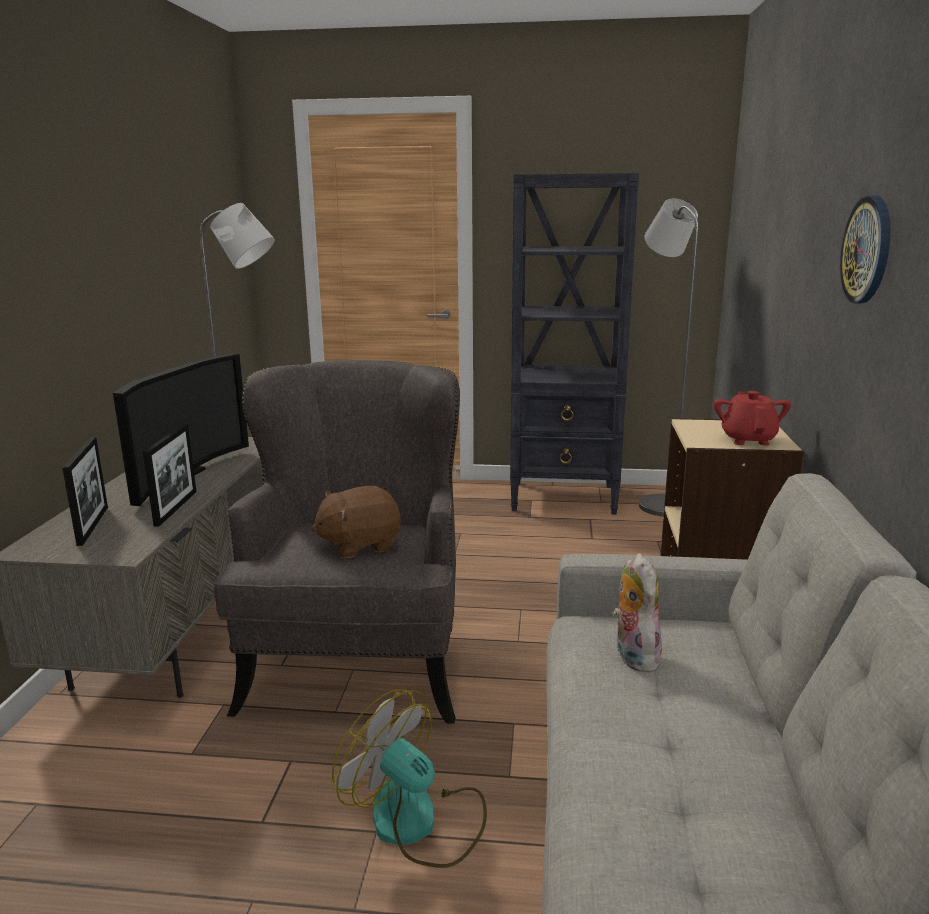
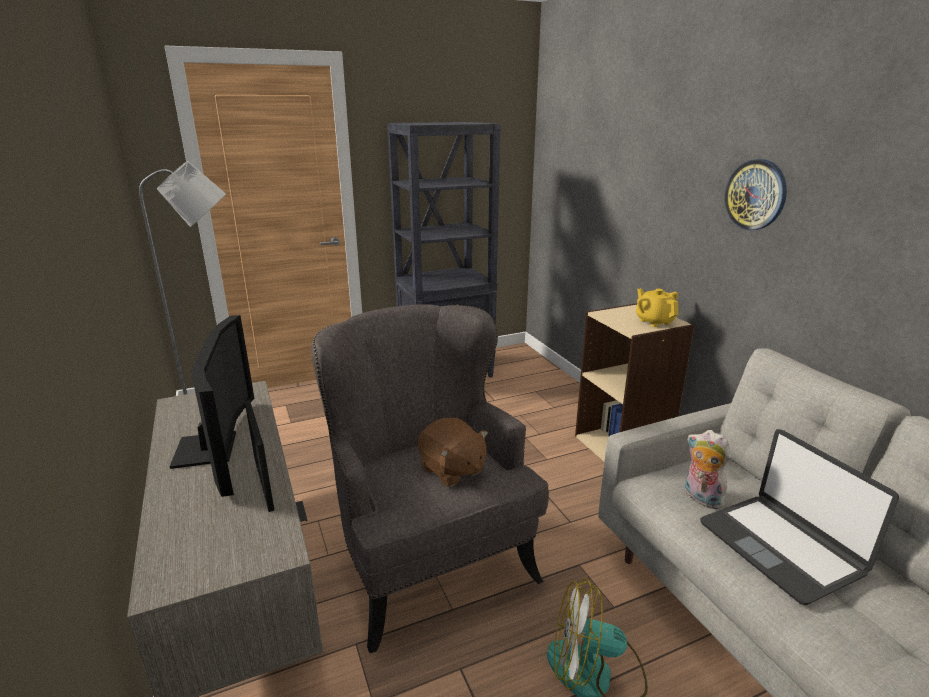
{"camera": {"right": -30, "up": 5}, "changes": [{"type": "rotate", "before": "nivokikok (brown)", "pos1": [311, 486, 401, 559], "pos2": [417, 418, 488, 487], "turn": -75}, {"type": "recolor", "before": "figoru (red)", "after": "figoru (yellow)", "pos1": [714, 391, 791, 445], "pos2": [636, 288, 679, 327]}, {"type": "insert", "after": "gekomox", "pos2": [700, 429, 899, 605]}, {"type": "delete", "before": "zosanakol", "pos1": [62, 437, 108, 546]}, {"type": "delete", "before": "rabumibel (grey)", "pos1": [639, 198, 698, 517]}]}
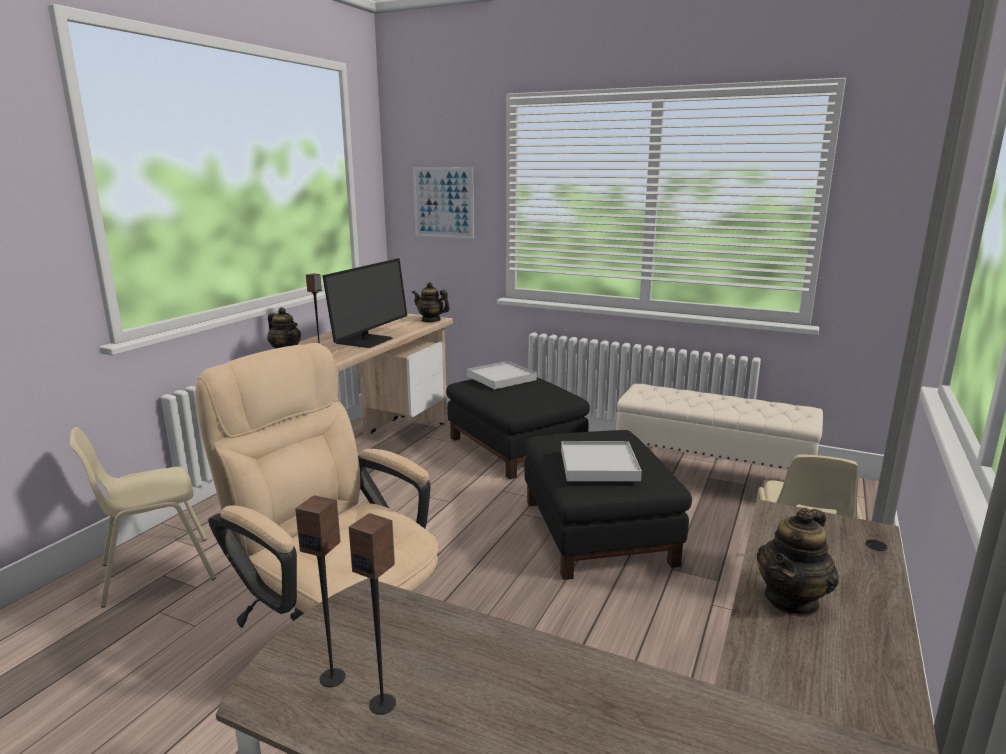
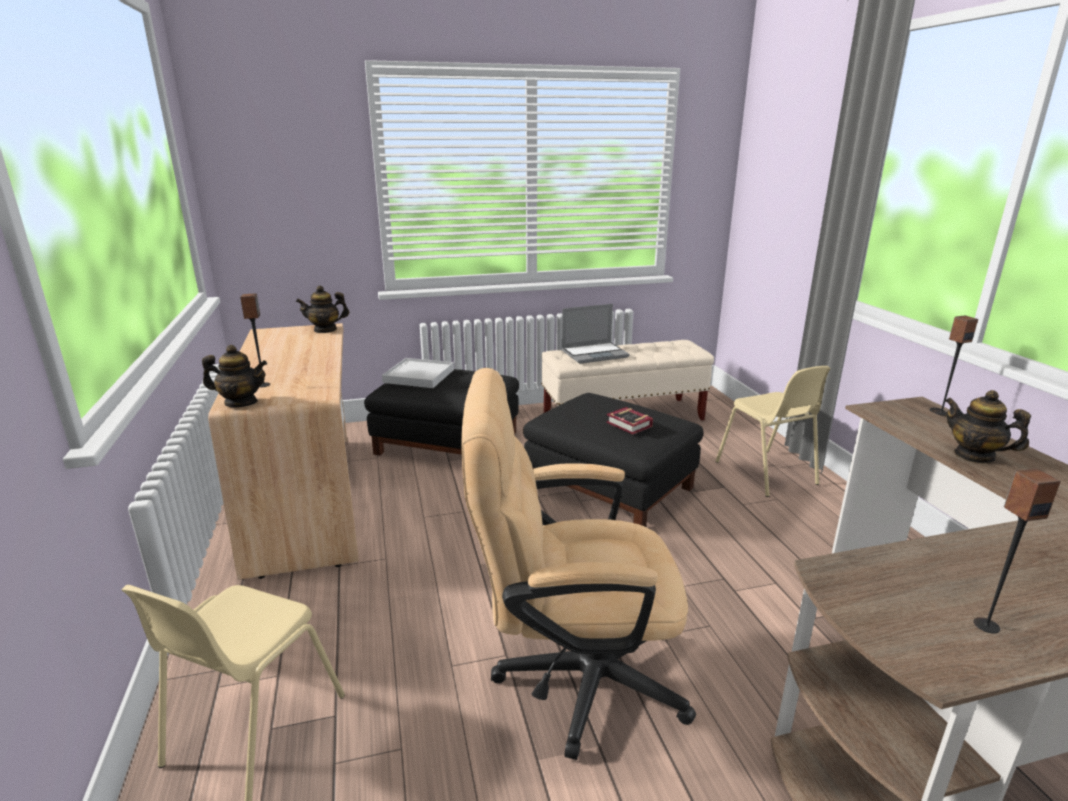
{"camera": {"right": -40, "up": 5}, "changes": [{"type": "insert", "after": "gekomox", "pos2": [561, 304, 630, 364]}, {"type": "replace", "before": "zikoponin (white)", "after": "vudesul", "pos1": [561, 441, 642, 481], "pos2": [606, 407, 653, 434]}, {"type": "move", "before": "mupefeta", "pos1": [295, 495, 346, 687], "pos2": [934, 316, 978, 416]}, {"type": "rotate", "before": "figoru", "pos1": [757, 508, 839, 617], "pos2": [945, 390, 1031, 464], "turn": 135}, {"type": "delete", "before": "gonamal", "pos1": [322, 258, 407, 348]}, {"type": "delete", "before": "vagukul", "pos1": [413, 167, 474, 239]}]}
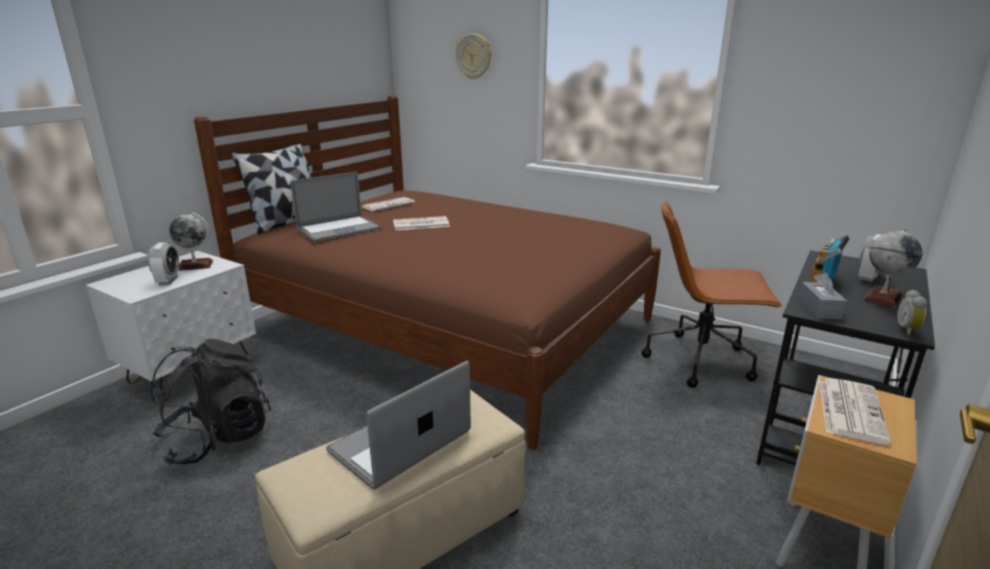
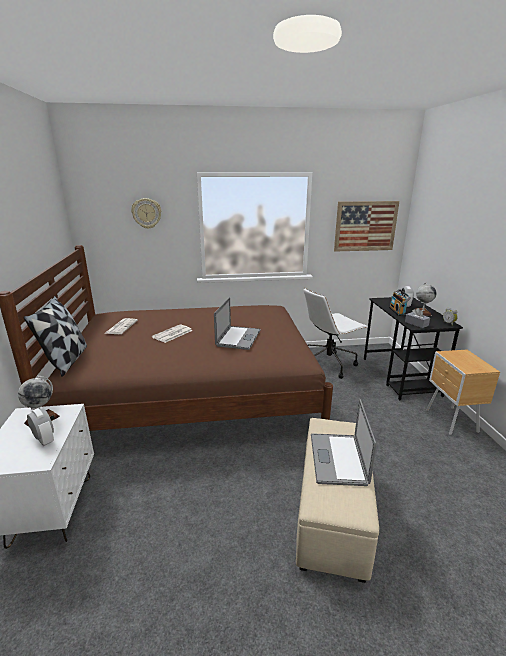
{"camera": {"right": -40, "up": 0}, "changes": [{"type": "move", "before": "gekomox", "pos1": [290, 172, 381, 242], "pos2": [214, 297, 261, 350]}, {"type": "recolor", "before": "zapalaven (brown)", "after": "zapalaven (white)", "pos1": [641, 201, 782, 388], "pos2": [304, 288, 367, 379]}, {"type": "insert", "after": "vagukul", "pos2": [334, 201, 399, 252]}, {"type": "delete", "before": "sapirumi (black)", "pos1": [150, 339, 271, 465]}, {"type": "delete", "before": "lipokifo", "pos1": [819, 378, 891, 445]}]}
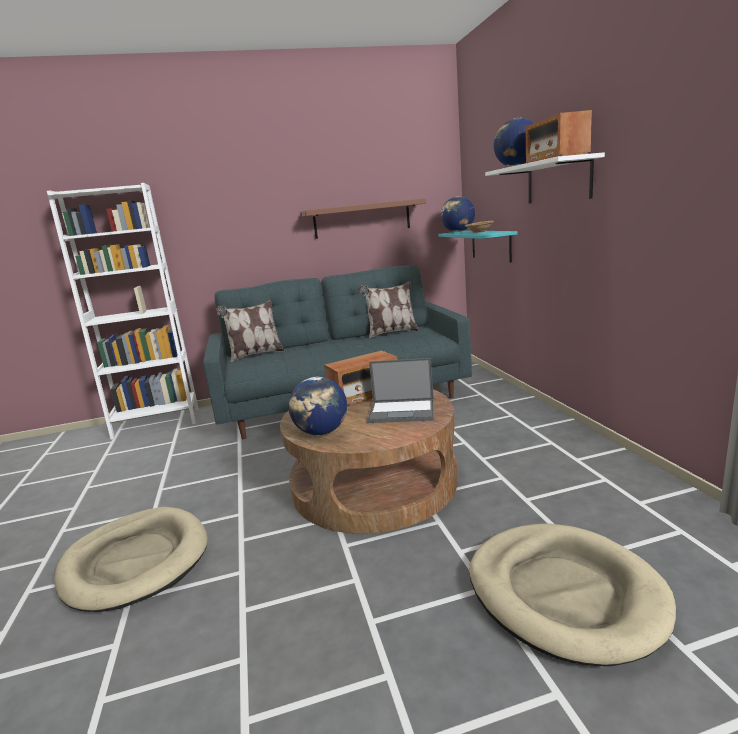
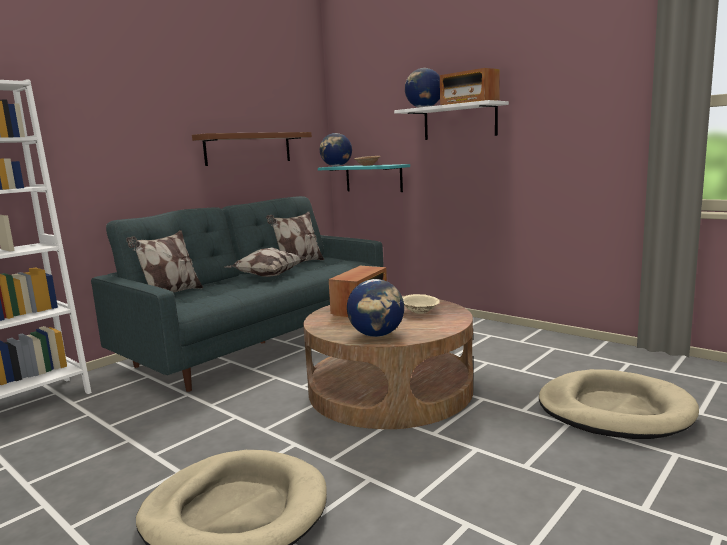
{"camera": {"right": -35, "up": -5}, "changes": [{"type": "insert", "after": "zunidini", "pos2": [225, 247, 307, 277]}, {"type": "replace", "before": "gekomox", "after": "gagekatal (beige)", "pos1": [367, 358, 434, 423], "pos2": [402, 294, 440, 314]}]}
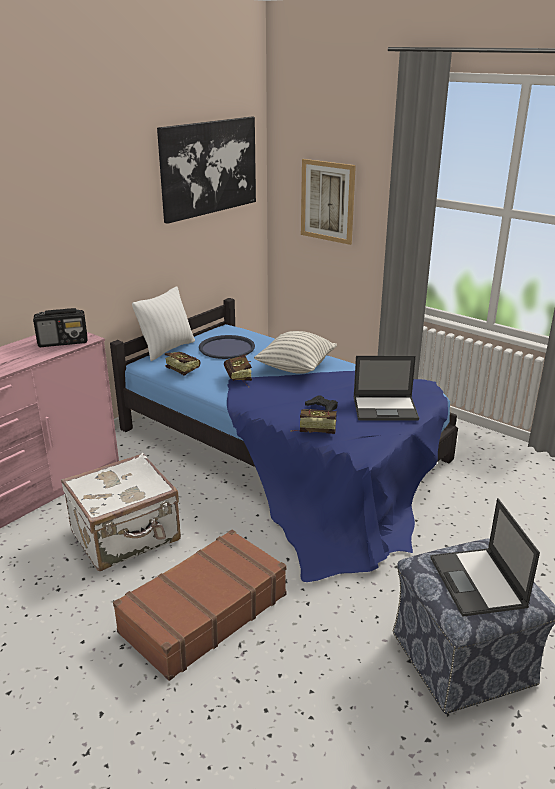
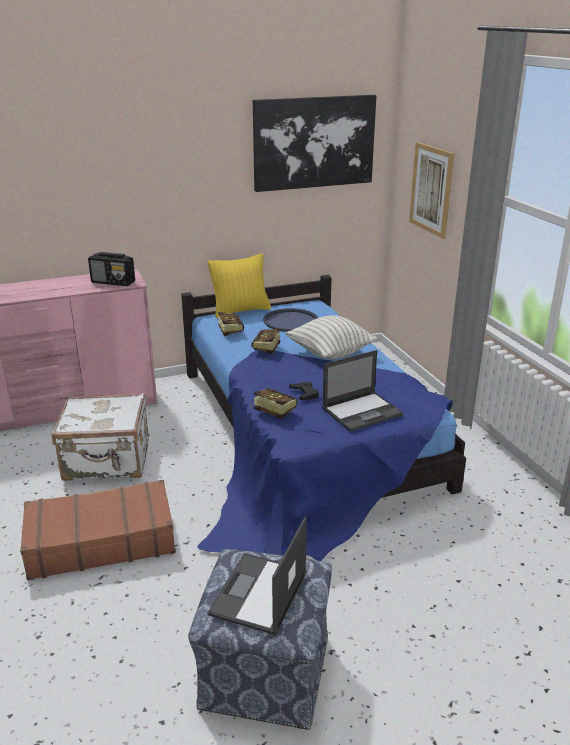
{"camera": {"right": 30, "up": 0}, "changes": [{"type": "recolor", "before": "zunidini (white)", "after": "zunidini (yellow)", "pos1": [132, 286, 195, 361], "pos2": [208, 254, 271, 318]}, {"type": "rotate", "before": "gekomox", "pos1": [354, 356, 419, 421], "pos2": [322, 350, 403, 432], "turn": -60}]}
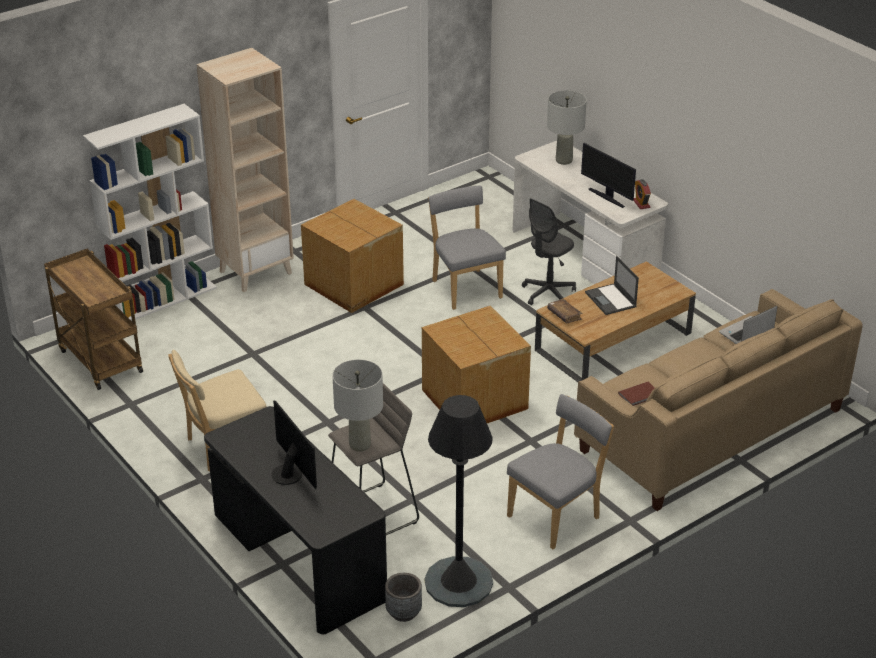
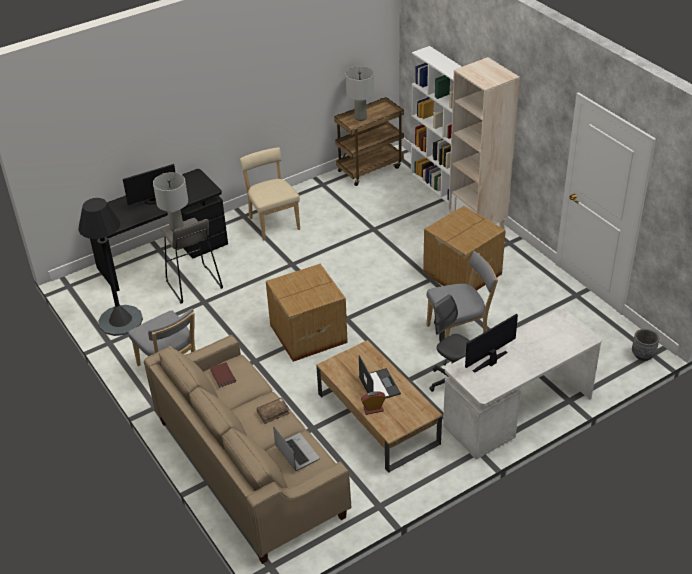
{"camera": {"right": 95, "up": 5}, "changes": [{"type": "move", "before": "vudesul (brown)", "pos1": [547, 299, 583, 323], "pos2": [257, 398, 290, 424]}, {"type": "move", "before": "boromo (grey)", "pos1": [547, 90, 587, 165], "pos2": [346, 66, 374, 121]}, {"type": "rotate", "before": "gekomox", "pos1": [585, 256, 639, 315], "pos2": [359, 355, 401, 399], "turn": 90}, {"type": "move", "before": "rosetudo", "pos1": [633, 179, 651, 209], "pos2": [361, 391, 386, 415]}, {"type": "move", "before": "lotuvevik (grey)", "pos1": [385, 573, 422, 622], "pos2": [632, 329, 659, 361]}]}
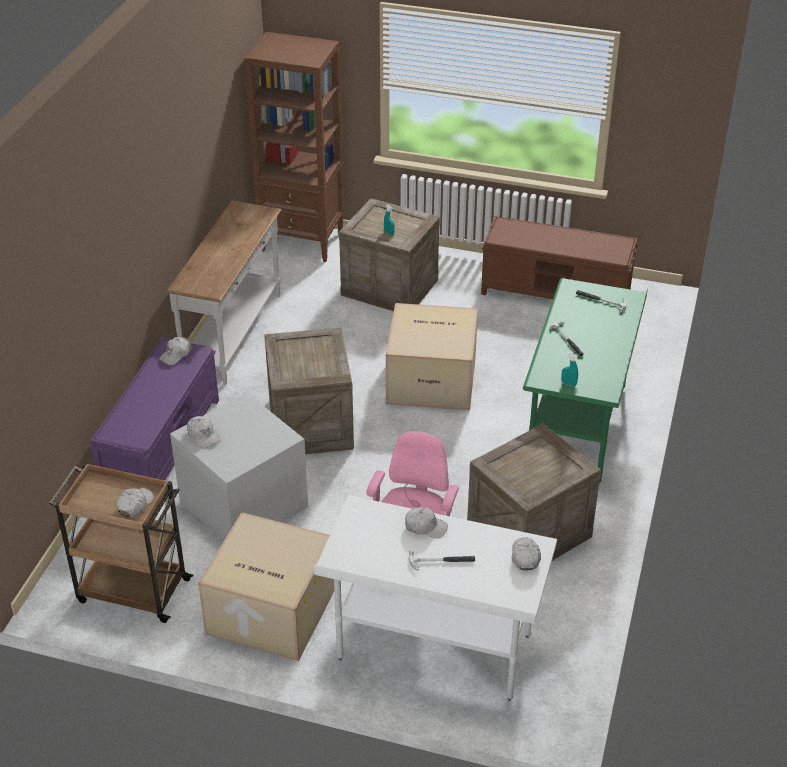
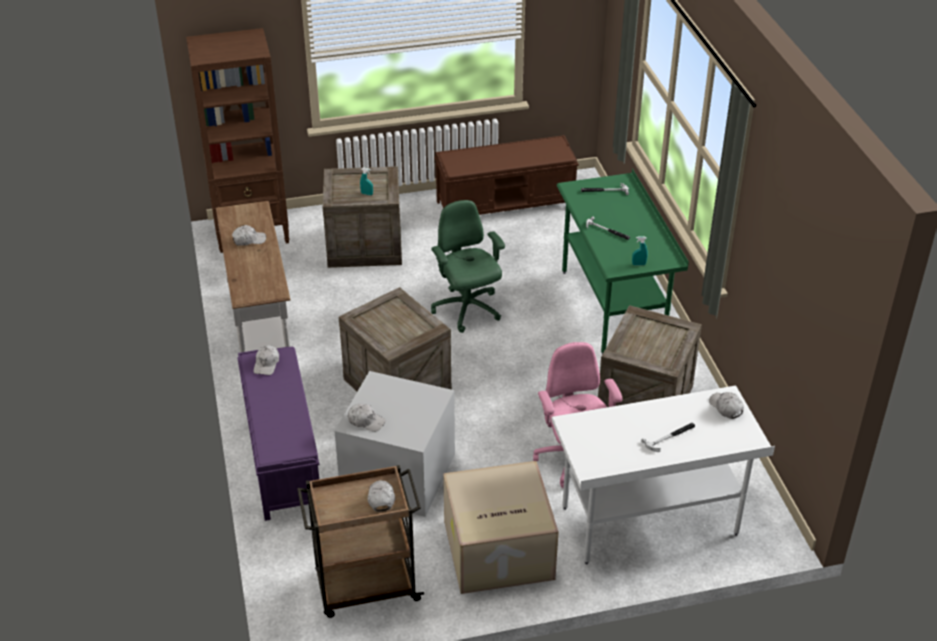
{"camera": {"right": -30, "up": 0}, "changes": [{"type": "move", "before": "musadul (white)", "pos1": [405, 507, 448, 538], "pos2": [232, 225, 266, 246]}, {"type": "replace", "before": "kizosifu", "after": "zapalaven (green)", "pos1": [386, 303, 478, 410], "pos2": [431, 200, 505, 333]}]}
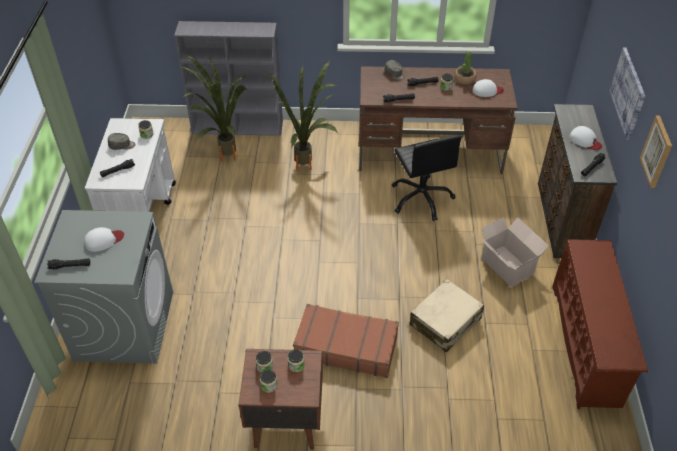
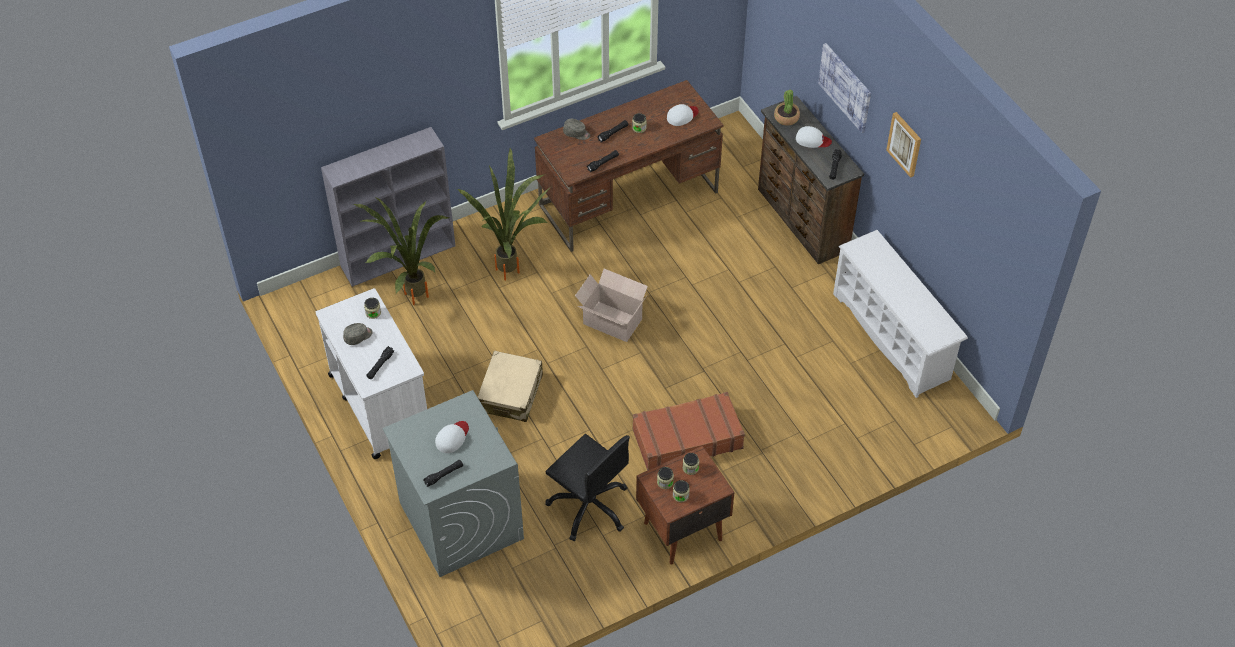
{"camera": {"right": -30, "up": 5}, "changes": [{"type": "move", "before": "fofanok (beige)", "pos1": [409, 279, 484, 352], "pos2": [478, 351, 543, 422]}, {"type": "move", "before": "zapalaven (black)", "pos1": [392, 135, 462, 221], "pos2": [545, 434, 630, 541]}, {"type": "move", "before": "kizosifu", "pos1": [478, 217, 549, 287], "pos2": [575, 269, 648, 342]}, {"type": "move", "before": "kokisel", "pos1": [454, 51, 477, 85], "pos2": [774, 90, 800, 126]}, {"type": "recolor", "before": "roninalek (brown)", "after": "roninalek (white)", "pos1": [552, 239, 648, 409], "pos2": [833, 230, 968, 398]}]}
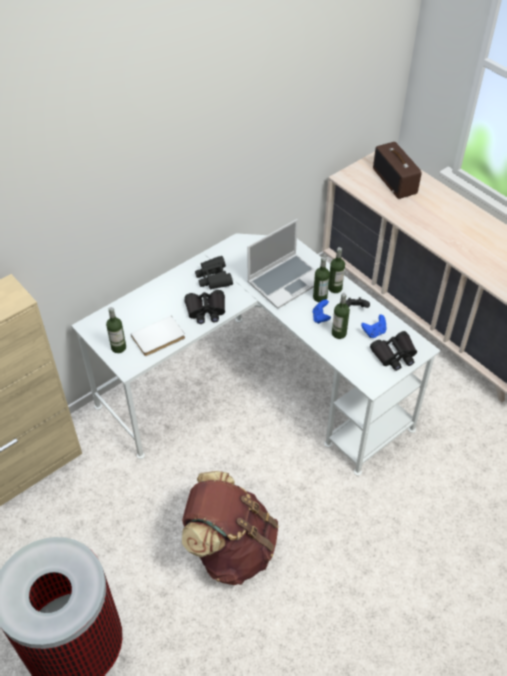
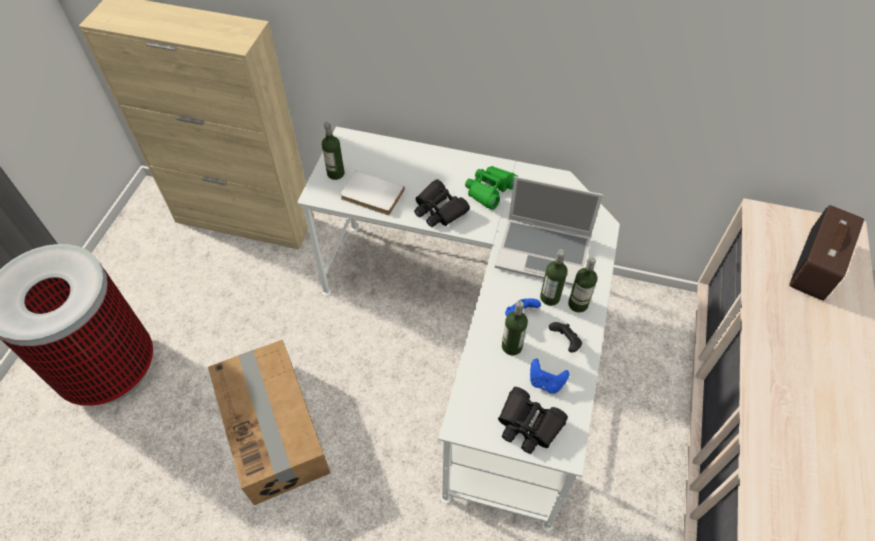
{"camera": {"right": 55, "up": 5}, "changes": [{"type": "replace", "before": "sapirumi (brown)", "after": "kizosifu", "pos1": [182, 471, 279, 585], "pos2": [208, 340, 330, 505]}, {"type": "recolor", "before": "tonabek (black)", "after": "tonabek (green)", "pos1": [195, 256, 233, 290], "pos2": [465, 166, 518, 210]}]}
